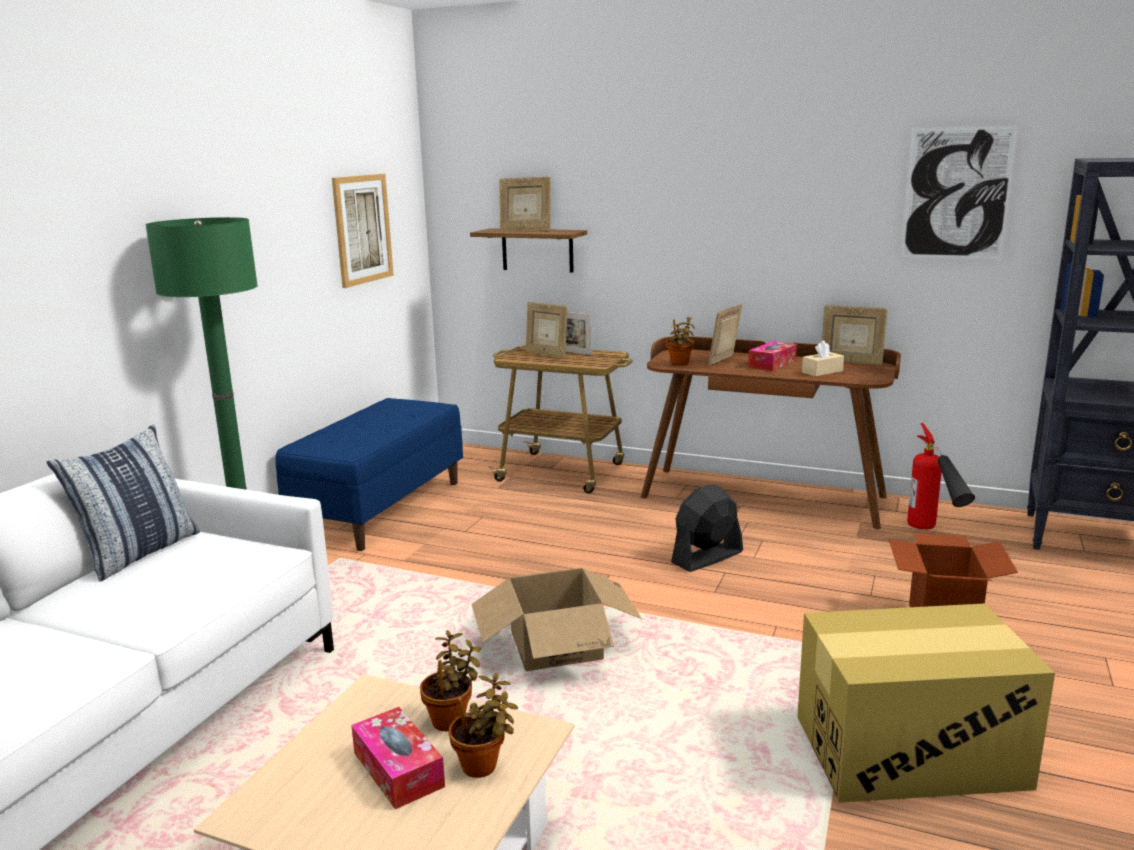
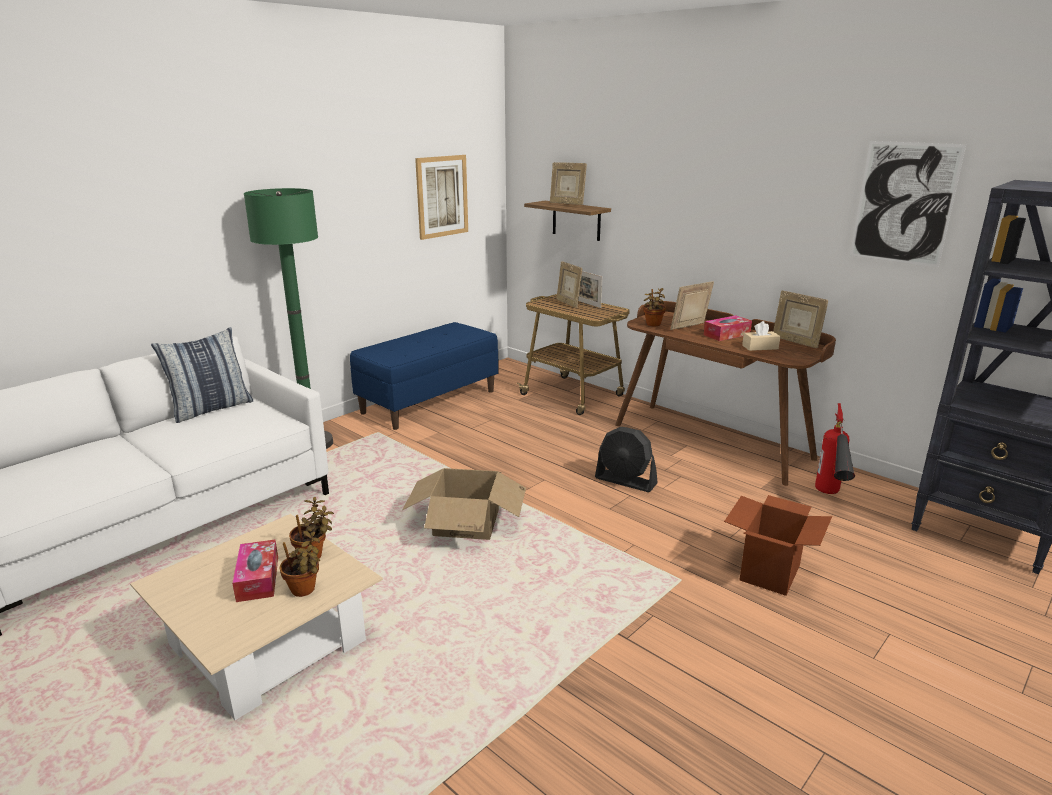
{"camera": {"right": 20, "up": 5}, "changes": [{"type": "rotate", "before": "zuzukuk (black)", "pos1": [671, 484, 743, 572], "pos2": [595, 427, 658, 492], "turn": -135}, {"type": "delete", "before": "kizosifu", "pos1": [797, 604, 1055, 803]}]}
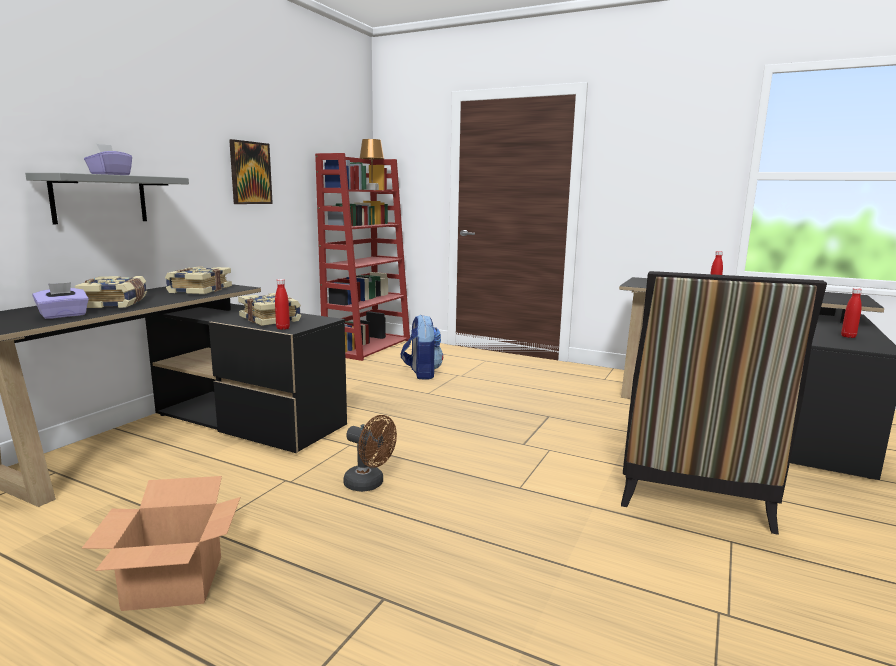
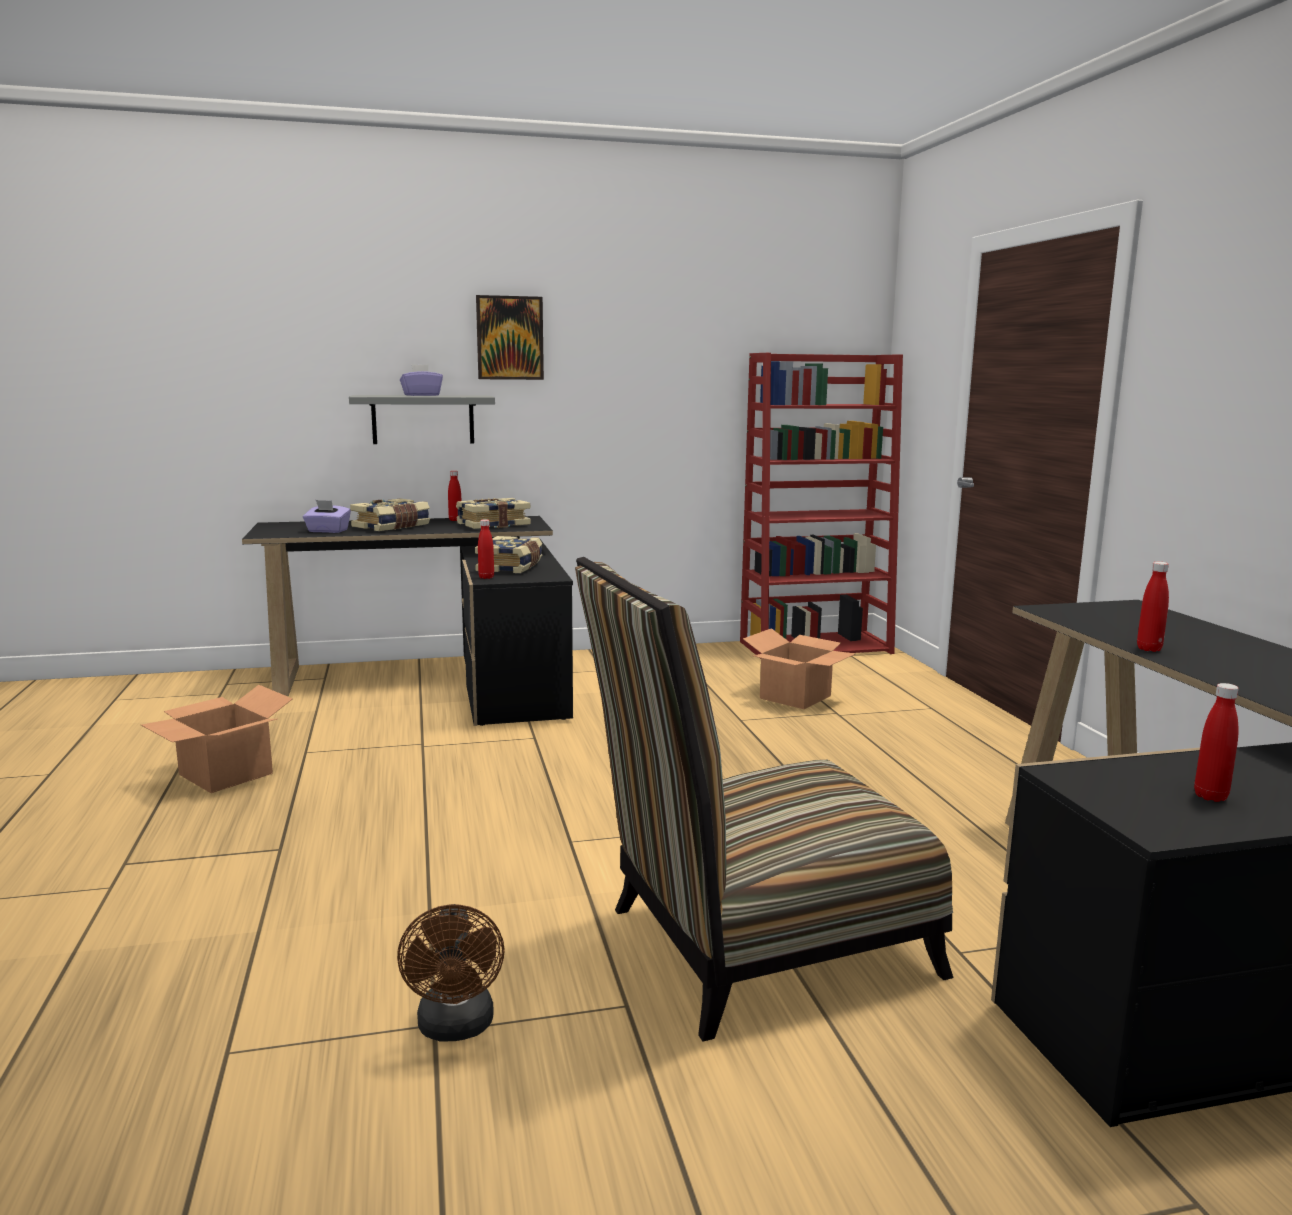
{"camera": {"right": 50, "up": 0}, "changes": [{"type": "move", "before": "zuzukuk (brown)", "pos1": [343, 415, 397, 492], "pos2": [397, 904, 505, 1042]}, {"type": "insert", "after": "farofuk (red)", "pos2": [448, 471, 462, 521]}, {"type": "move", "before": "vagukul", "pos1": [229, 139, 273, 204], "pos2": [476, 295, 544, 380]}, {"type": "replace", "before": "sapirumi", "after": "kizosifu", "pos1": [401, 314, 443, 380], "pos2": [743, 628, 856, 709]}, {"type": "delete", "before": "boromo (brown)", "pos1": [360, 139, 384, 190]}]}
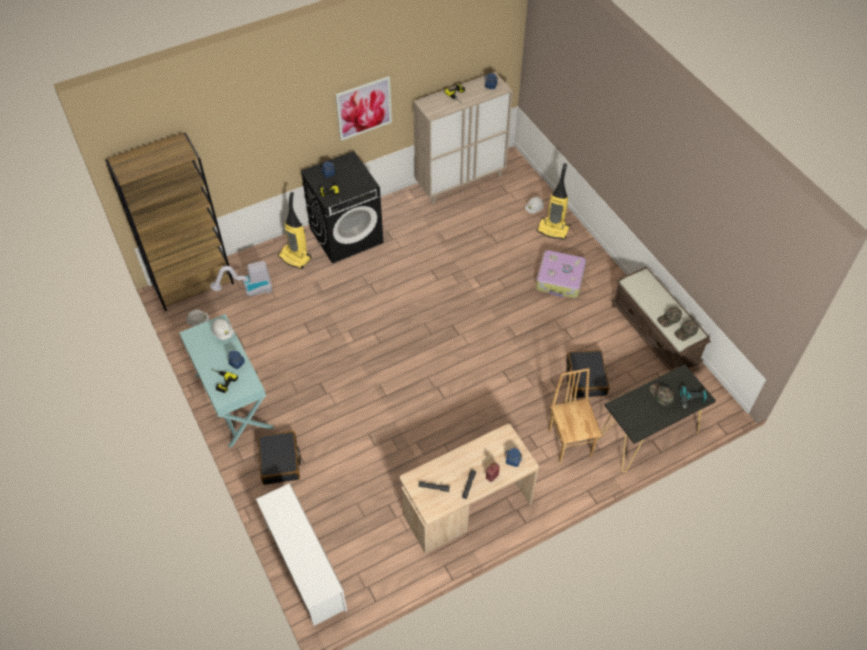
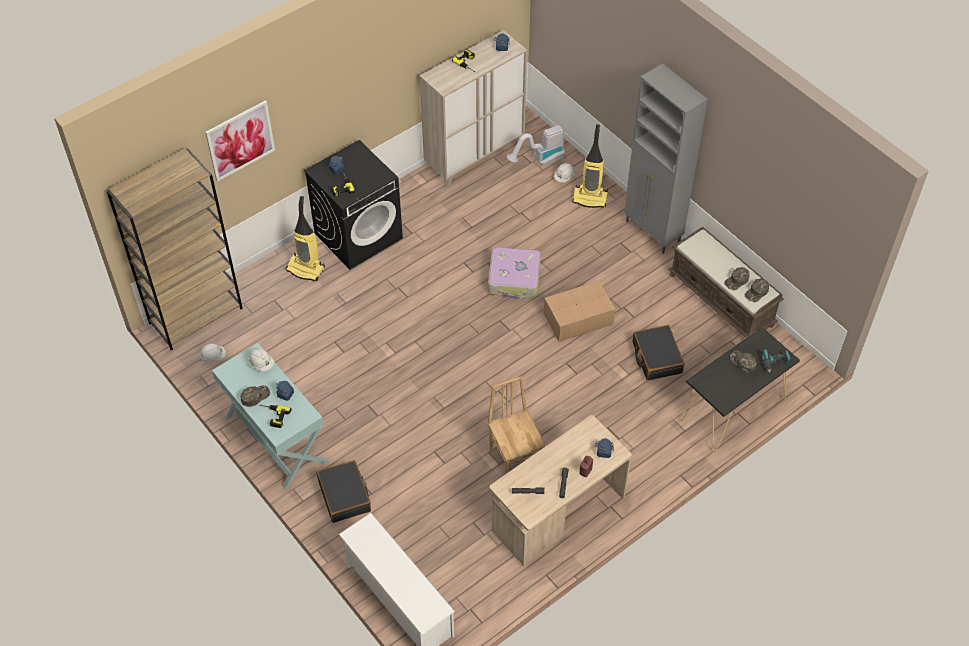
{"camera": {"right": -10, "up": 0}, "changes": [{"type": "move", "before": "vagukul", "pos1": [335, 76, 392, 141], "pos2": [205, 100, 275, 182]}, {"type": "insert", "after": "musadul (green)", "pos2": [241, 385, 270, 407]}, {"type": "move", "before": "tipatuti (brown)", "pos1": [548, 368, 602, 463], "pos2": [487, 376, 546, 474]}, {"type": "move", "before": "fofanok", "pos1": [536, 250, 586, 298], "pos2": [488, 247, 541, 299]}, {"type": "move", "before": "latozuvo", "pos1": [210, 261, 273, 296], "pos2": [507, 125, 565, 166]}, {"type": "insert", "after": "kizosifu", "pos2": [544, 281, 615, 342]}, {"type": "insert", "after": "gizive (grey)", "pos2": [624, 64, 708, 254]}]}
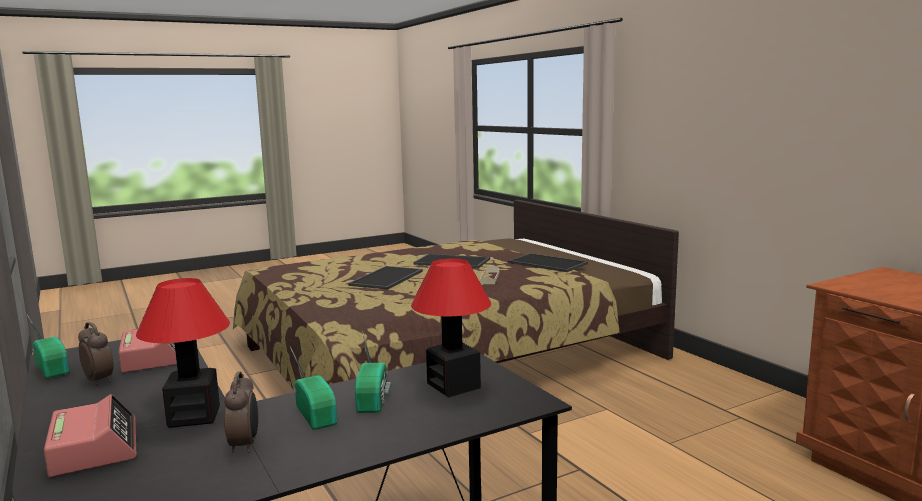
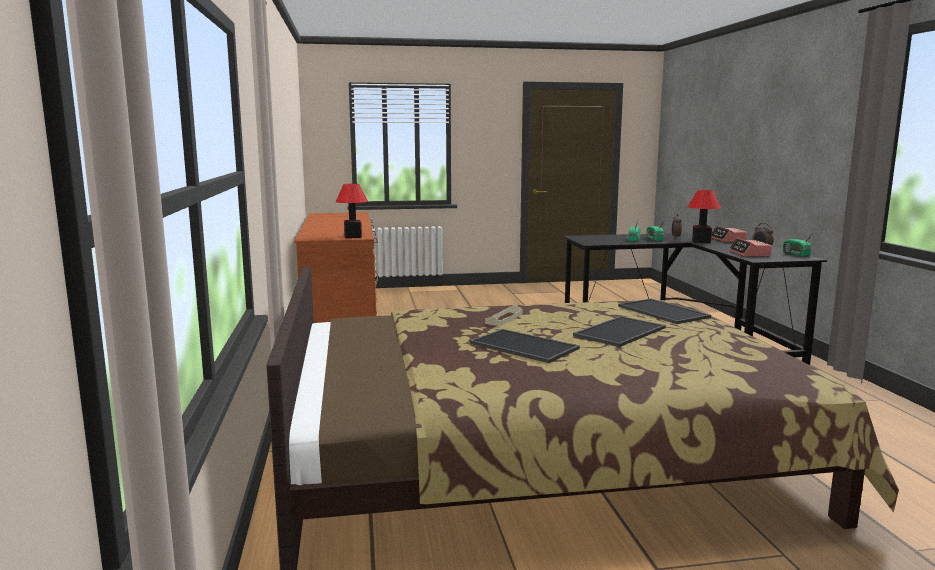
{"camera": {"right": -160, "up": 0}, "changes": [{"type": "move", "before": "boromo", "pos1": [411, 258, 491, 397], "pos2": [335, 184, 368, 238]}, {"type": "move", "before": "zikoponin", "pos1": [508, 253, 588, 272], "pos2": [618, 299, 711, 324]}]}
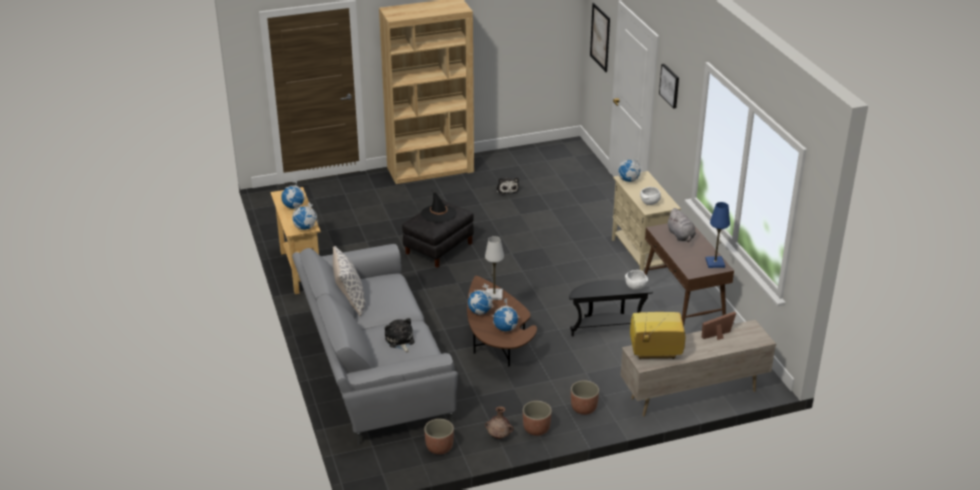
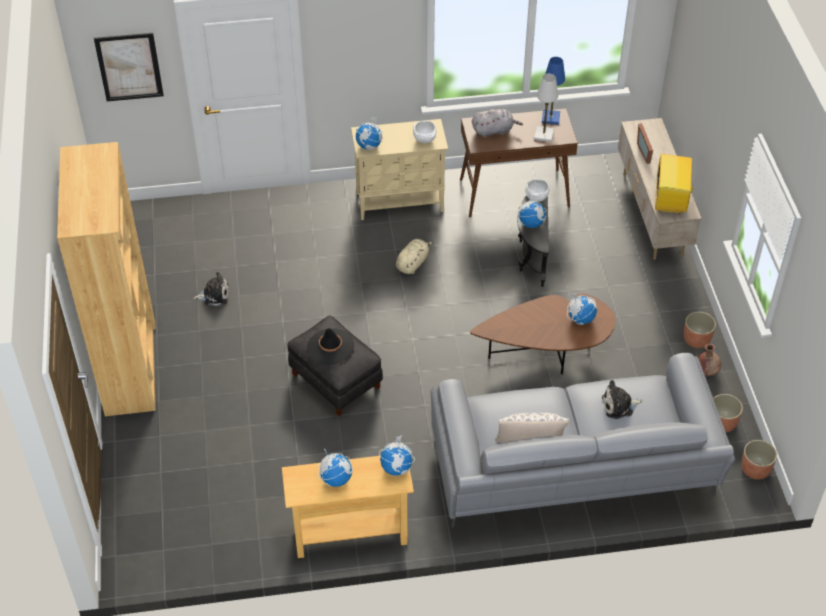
{"camera": {"right": -80, "up": 15}, "changes": [{"type": "insert", "after": "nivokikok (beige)", "pos2": [396, 239, 434, 274]}, {"type": "move", "before": "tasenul", "pos1": [468, 284, 493, 315], "pos2": [517, 193, 547, 228]}, {"type": "move", "before": "boromo (white)", "pos1": [485, 236, 504, 300], "pos2": [534, 74, 558, 142]}, {"type": "move", "before": "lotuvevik", "pos1": [571, 381, 599, 415], "pos2": [741, 440, 777, 480]}, {"type": "delete", "before": "vagukul", "pos1": [659, 64, 679, 109]}]}
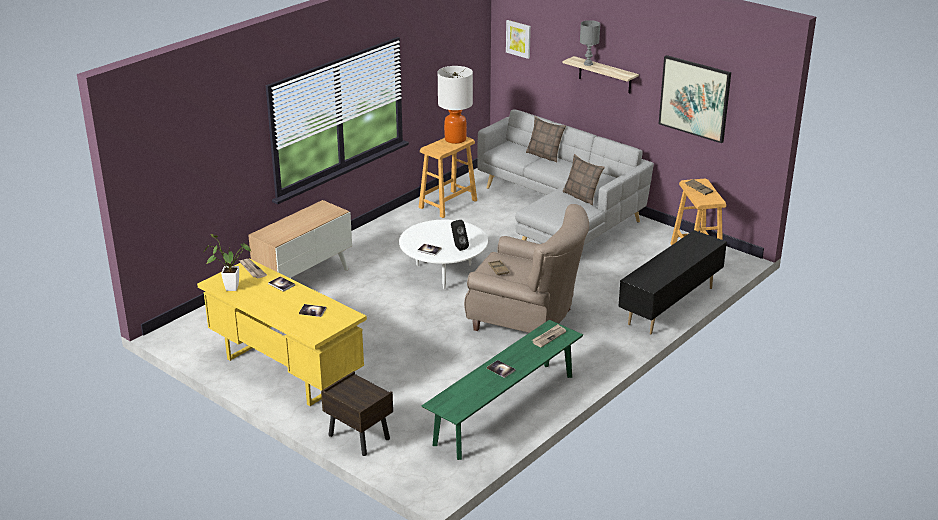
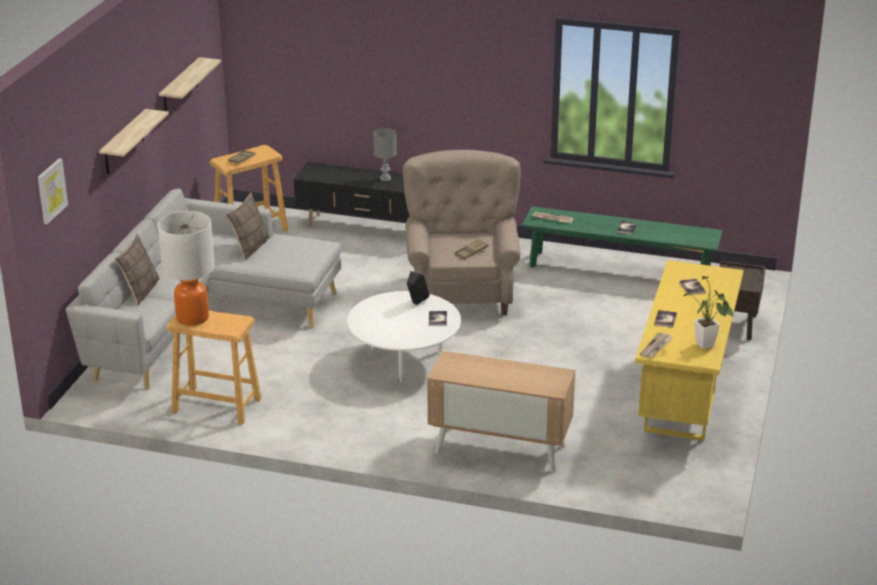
{"camera": {"right": -115, "up": 0}, "changes": [{"type": "replace", "before": "vagukul", "after": "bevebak", "pos1": [659, 55, 731, 143], "pos2": [159, 57, 221, 111]}, {"type": "move", "before": "boromo (grey)", "pos1": [580, 20, 600, 66], "pos2": [373, 128, 397, 181]}]}
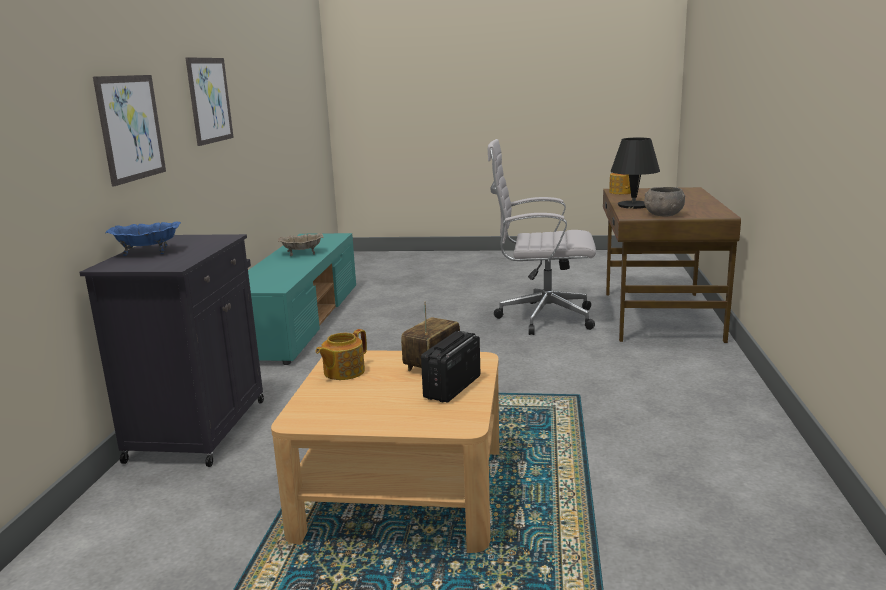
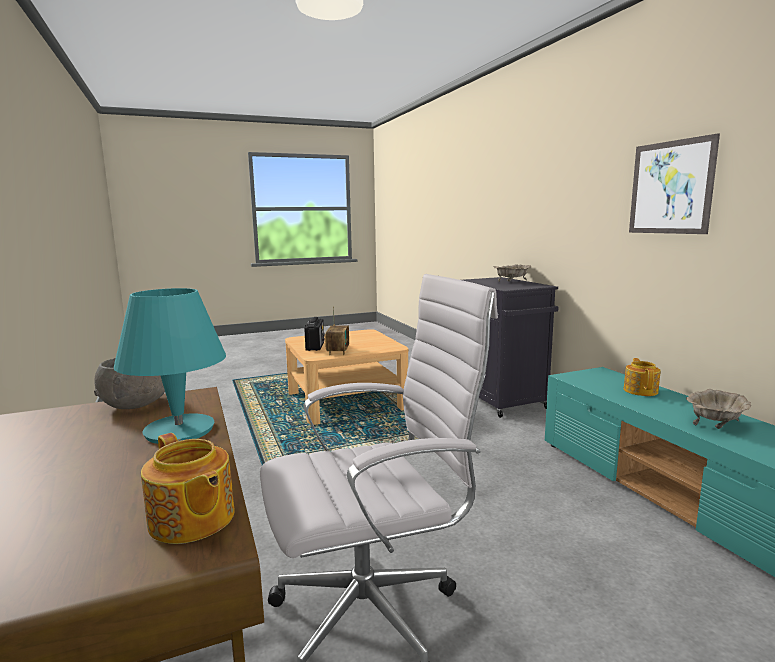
{"camera": {"right": 150, "up": -5}, "changes": [{"type": "recolor", "before": "boromo (black)", "after": "boromo (turquoise)", "pos1": [611, 138, 660, 209], "pos2": [114, 288, 226, 444]}, {"type": "recolor", "before": "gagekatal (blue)", "after": "gagekatal (beige)", "pos1": [106, 222, 181, 256], "pos2": [494, 264, 531, 282]}, {"type": "move", "before": "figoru", "pos1": [316, 329, 367, 380], "pos2": [624, 358, 661, 396]}, {"type": "delete", "before": "vagukul", "pos1": [93, 75, 166, 186]}]}
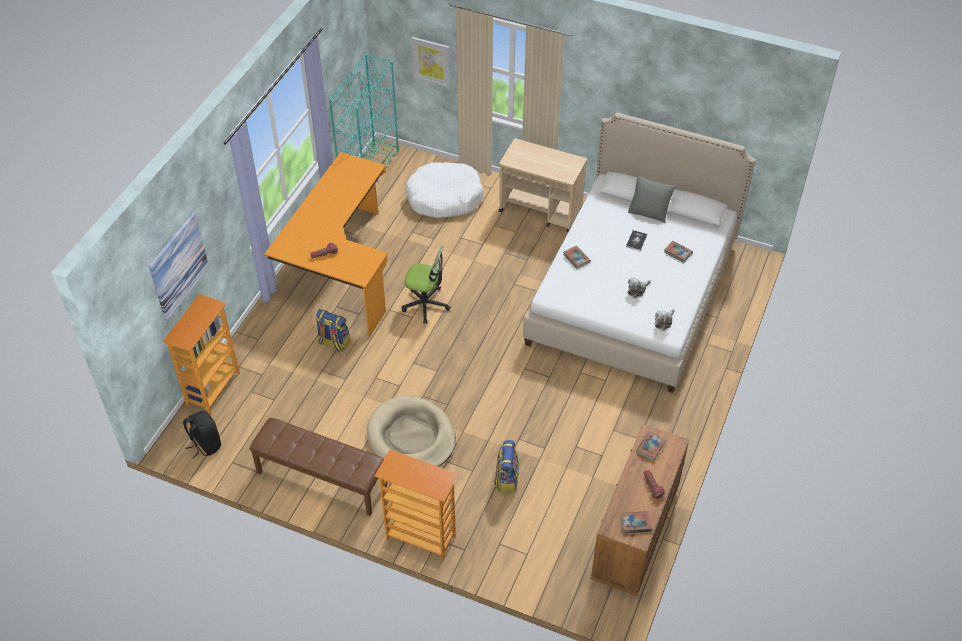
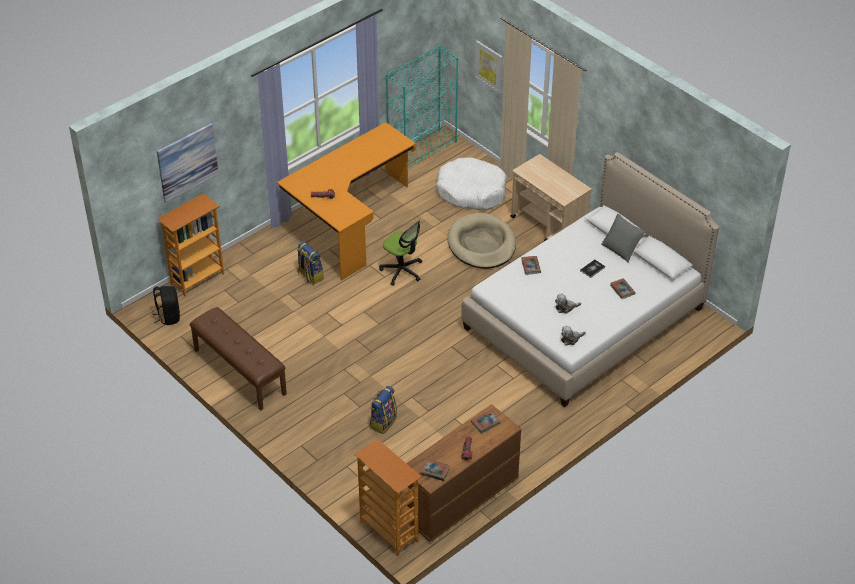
{"camera": {"right": 25, "up": -5}, "changes": [{"type": "move", "before": "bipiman", "pos1": [375, 449, 458, 561], "pos2": [354, 438, 421, 556]}, {"type": "move", "before": "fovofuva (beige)", "pos1": [367, 395, 456, 467], "pos2": [447, 213, 516, 269]}]}
